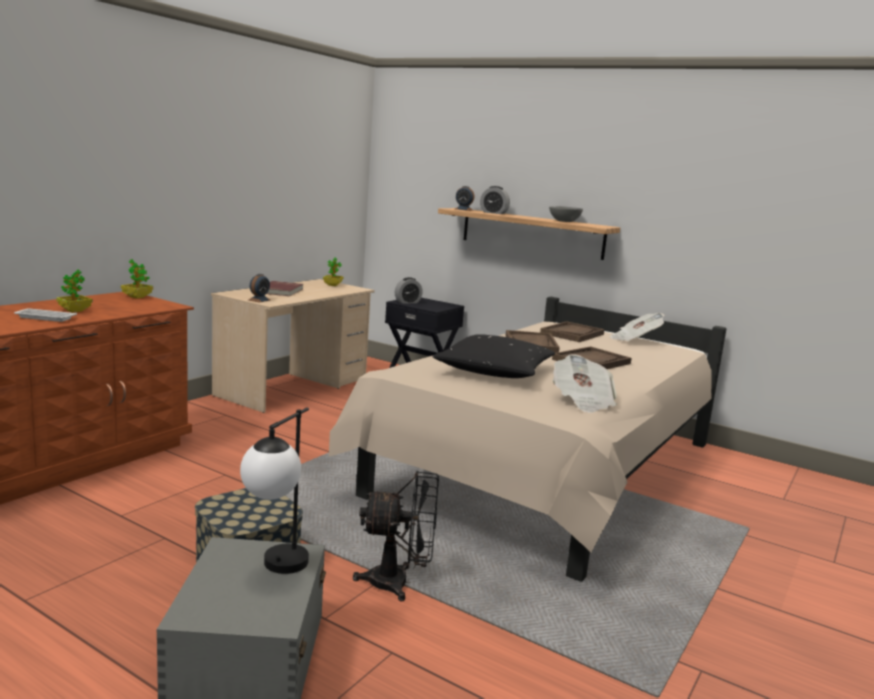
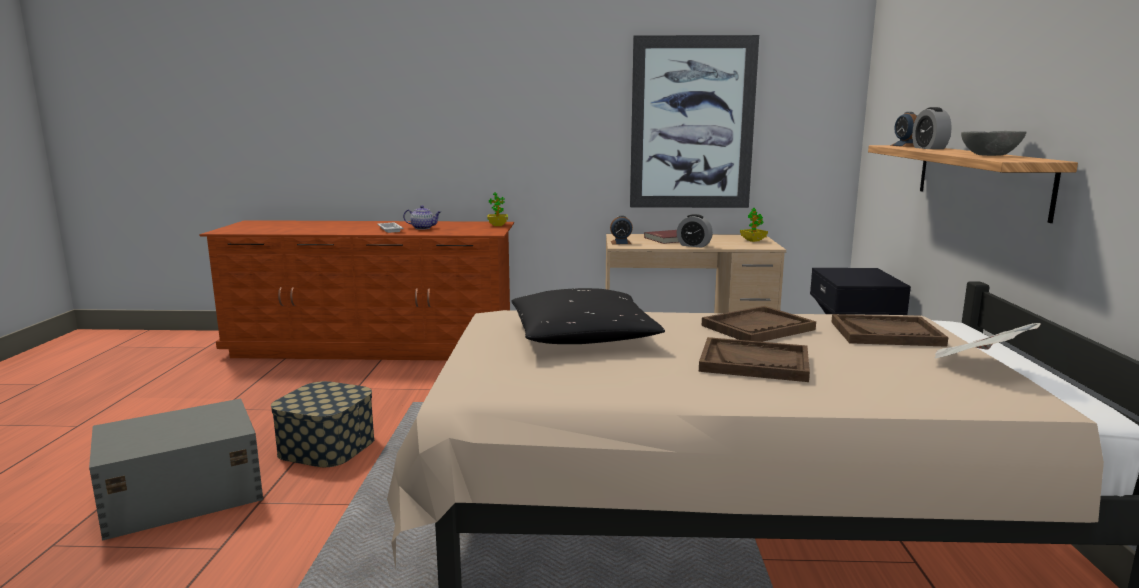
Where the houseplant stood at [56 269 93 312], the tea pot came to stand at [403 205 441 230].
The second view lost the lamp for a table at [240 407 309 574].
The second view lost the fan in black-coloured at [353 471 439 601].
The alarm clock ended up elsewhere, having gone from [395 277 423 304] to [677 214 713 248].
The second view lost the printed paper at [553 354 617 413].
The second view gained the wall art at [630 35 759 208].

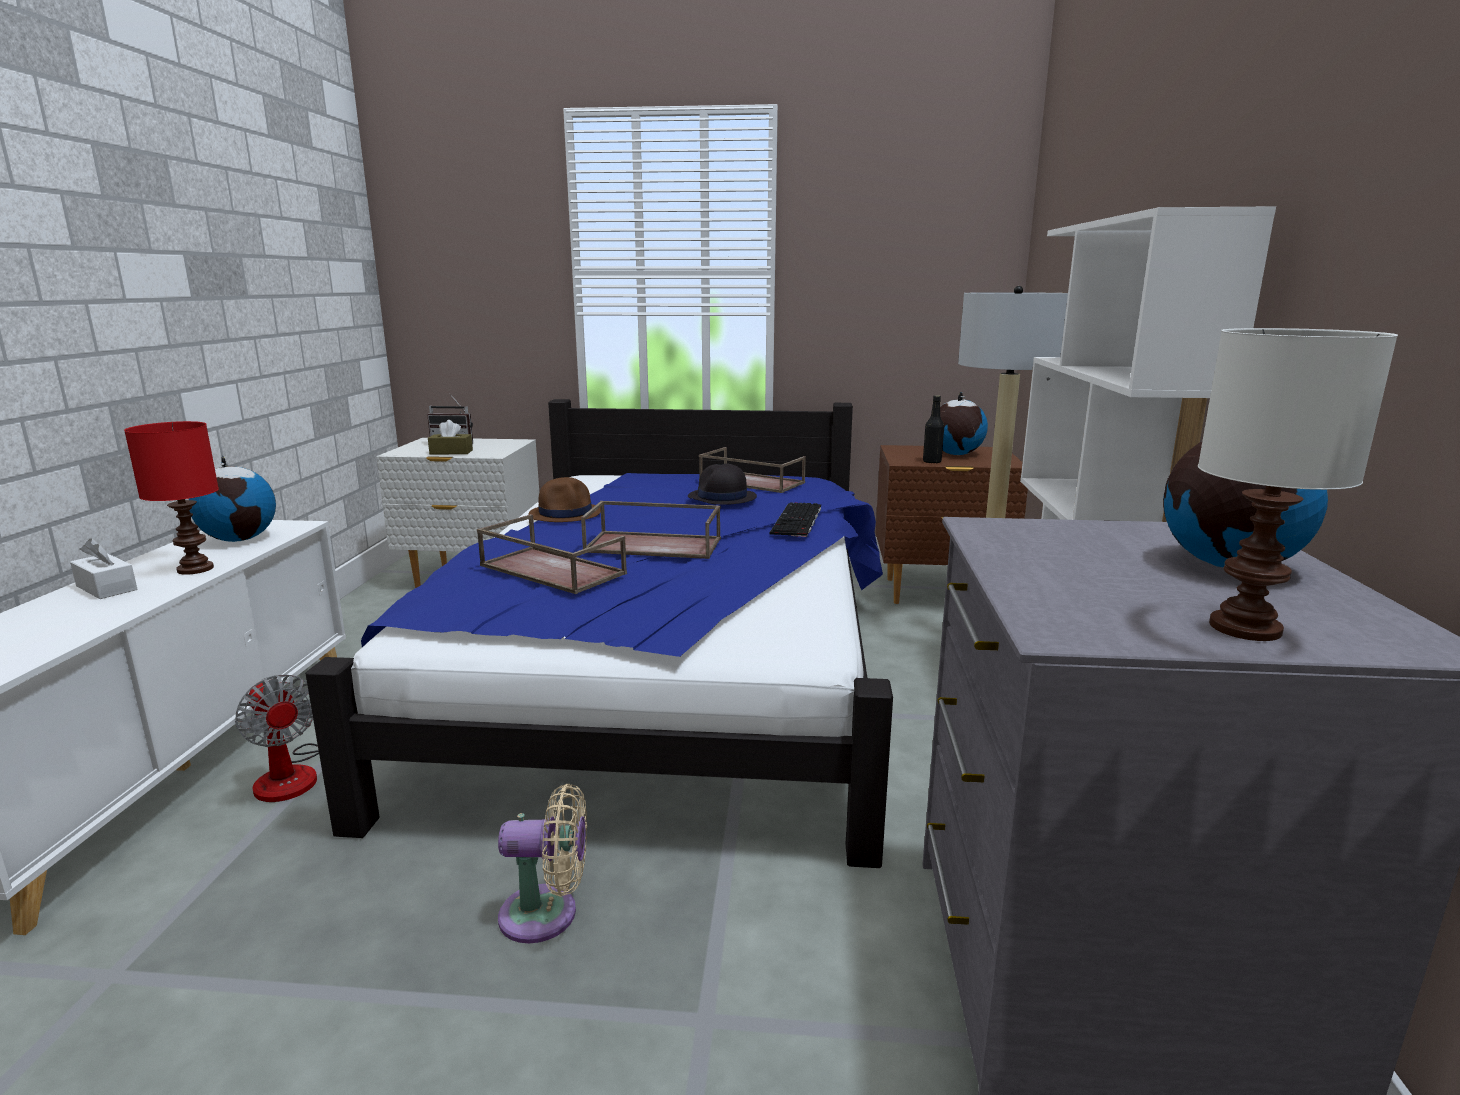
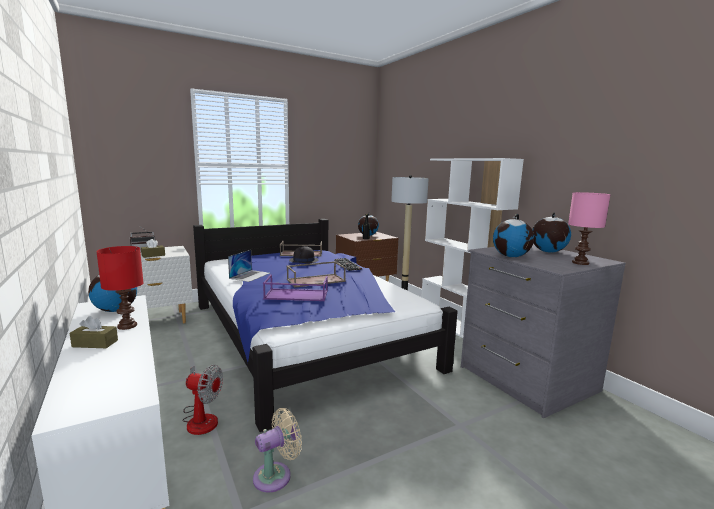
What was the tissue holder in whitish at [70 538 137 599] turned into the tissue holder in brown at [70 316 118 348].
What was the carrying tray in brown at [477 514 627 594] turned into the carrying tray in purplish at [263 274 328 301].
The fan in sand-coloured ended up elsewhere, having gone from [498 784 587 943] to [253 408 302 493].
Where the hat in brown stood at [528 477 601 522], the notebook computer came to stand at [228 250 270 282].
What was the lamp for a table in whitish at [1198 328 1398 641] turned into the lamp for a table in pinkish at [568 192 611 265].
The second view gained the desk globe at [493 214 534 257].

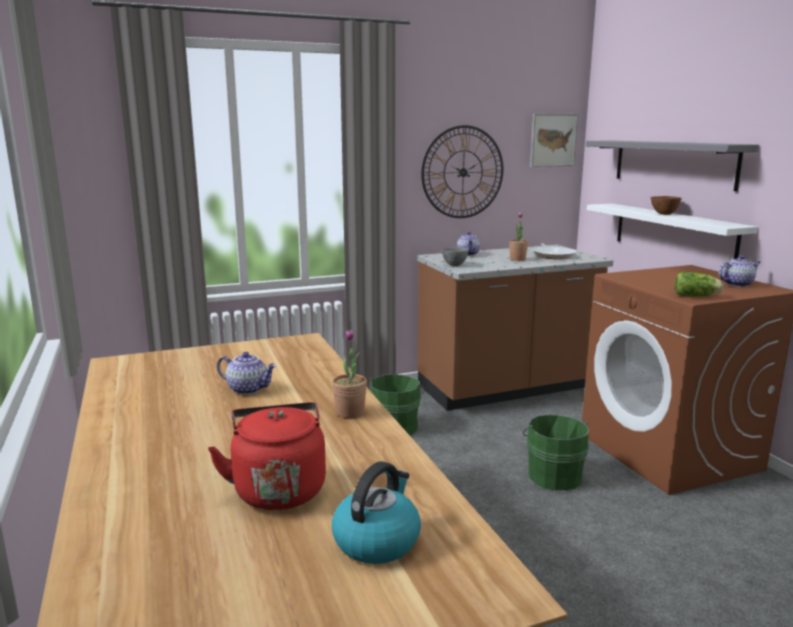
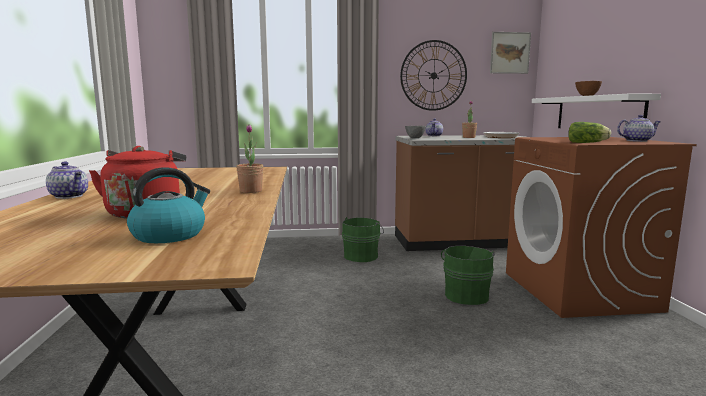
The tea pot ended up elsewhere, having gone from [217 352 277 395] to [46 161 88 199].
The second view lost the shelf in gray at [586 141 759 191].

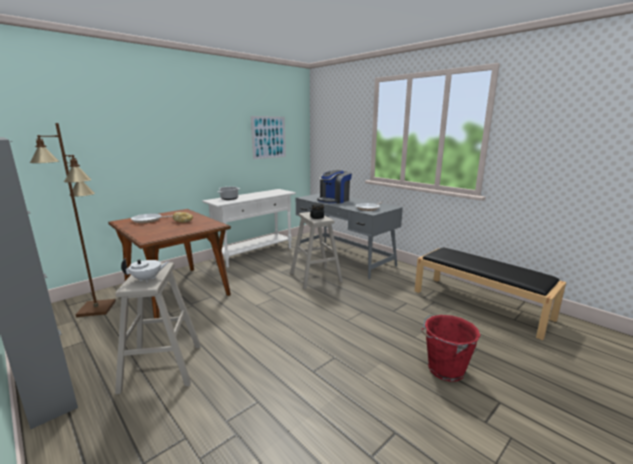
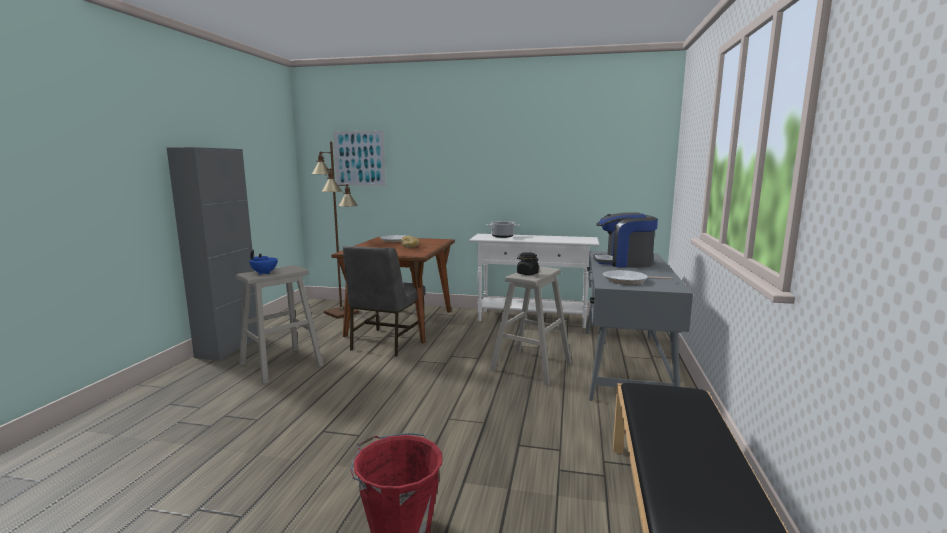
What was the tea pot in whitish at [121 258 170 282] turned into the tea pot in bluish at [249 250 278 275].
The wall art ended up elsewhere, having gone from [251 116 286 159] to [333 131 386 186].
The second view gained the chair in gray at [343 246 425 357].

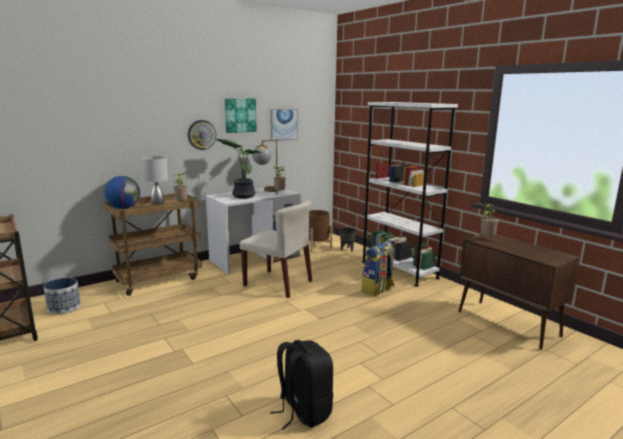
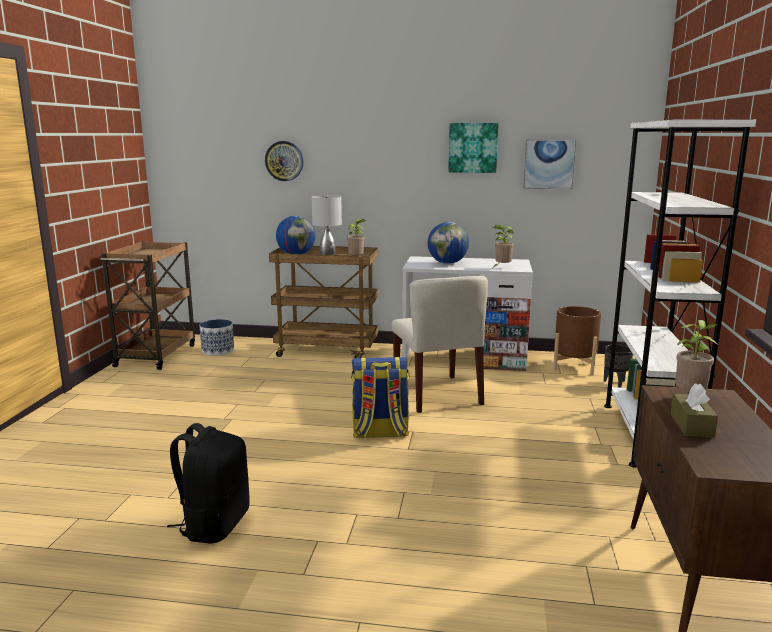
The wall clock ended up elsewhere, having gone from [188 120 216 150] to [265 141 304 181].
Where the houseplant stood at [216 139 261 198], the desk globe came to stand at [428 222 469 264].
The second view lost the lamp for a table at [252 139 281 192].
The knapsack ended up elsewhere, having gone from [362 241 395 296] to [351 357 410 438].
The second view gained the tissue holder in brown at [670 383 718 438].

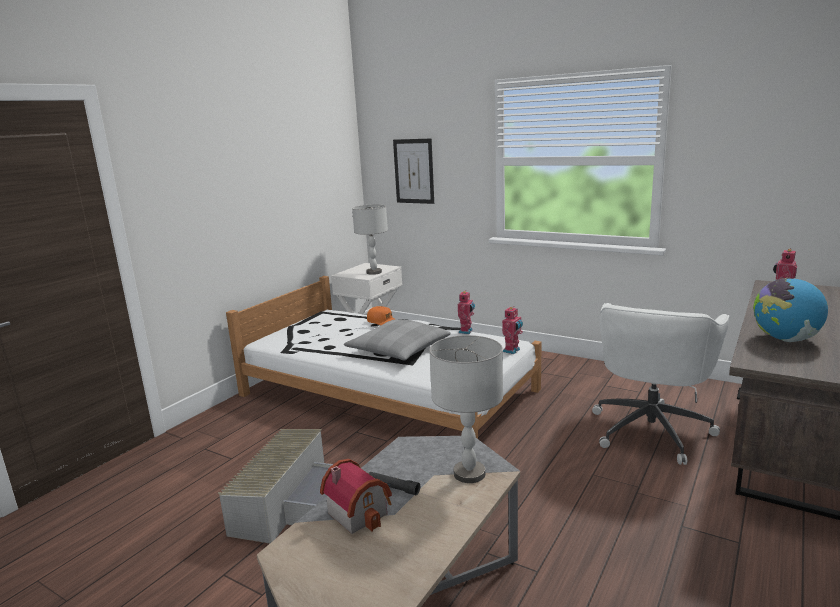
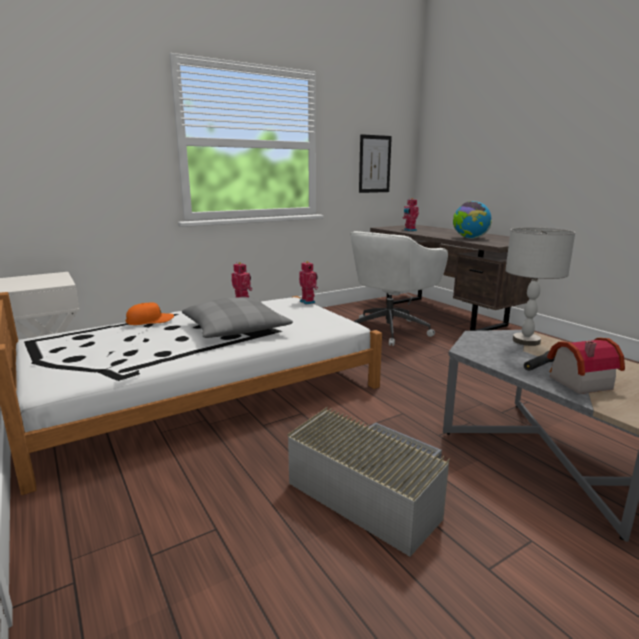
The second view lost the lamp for a table in gray at [352 204 388 275].
The wall art ended up elsewhere, having gone from [393 139 434 204] to [359 134 392 193].
The office chair in whitish at [592 303 730 465] ended up facing another way, 75 degrees clockwise from before.

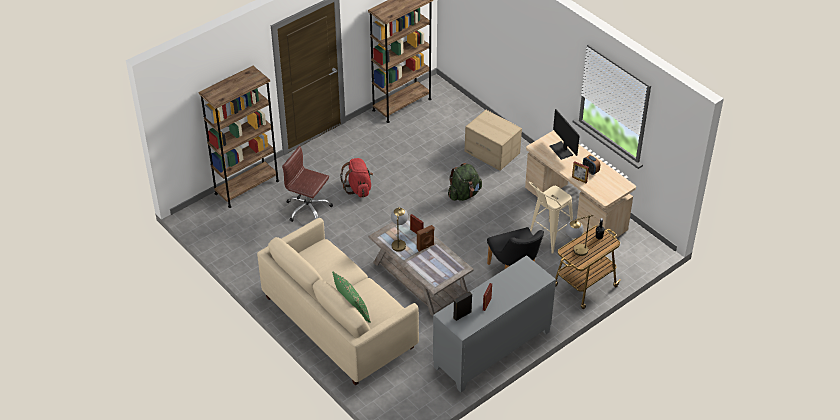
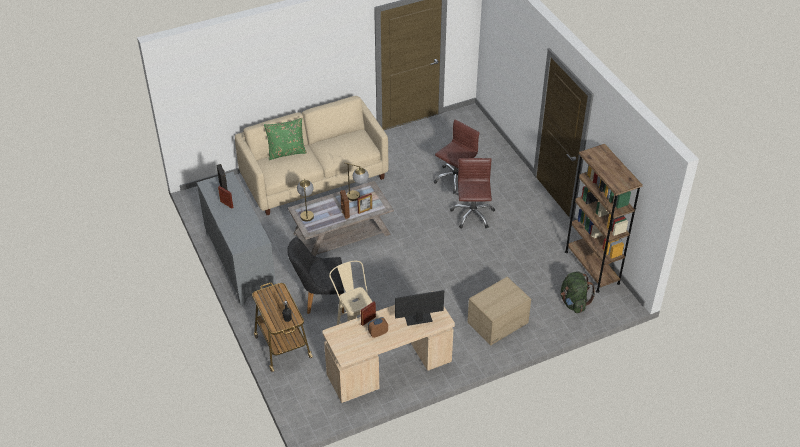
The second view lost the bookshelf in brown at [198 66 279 208].
Where the knapsack in reddish stood at [340 158 373 197], the office chair in brown came to stand at [450 158 495 229].
The knapsack in green ended up elsewhere, having gone from [448 163 482 201] to [560 272 595 313].
The lamp for a table ended up elsewhere, having gone from [565 215 594 256] to [297 179 314 222].

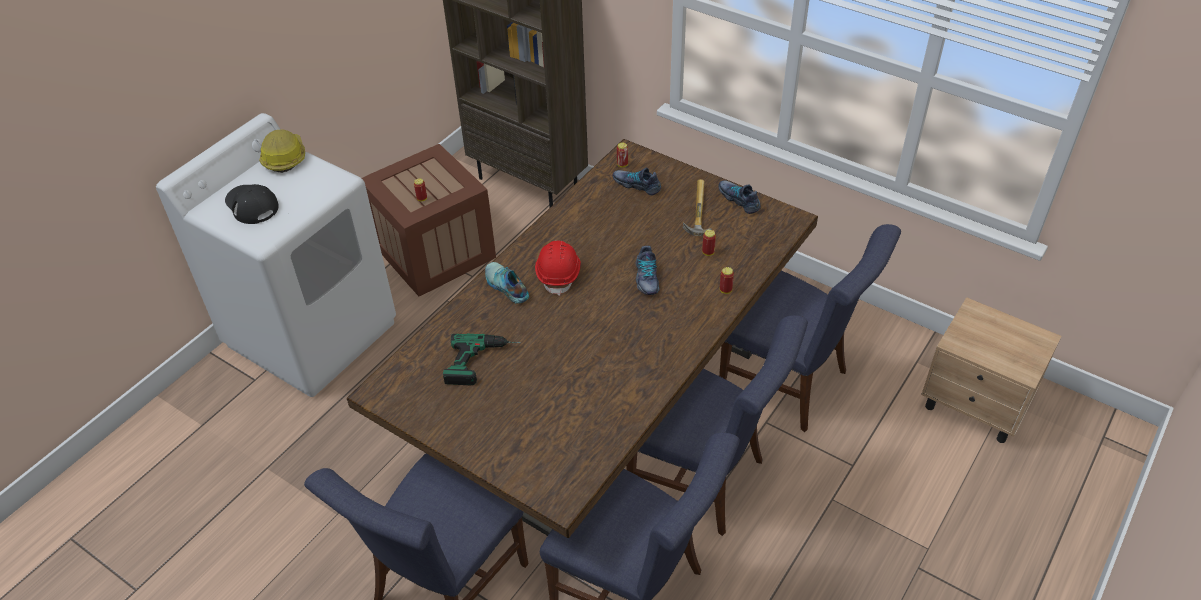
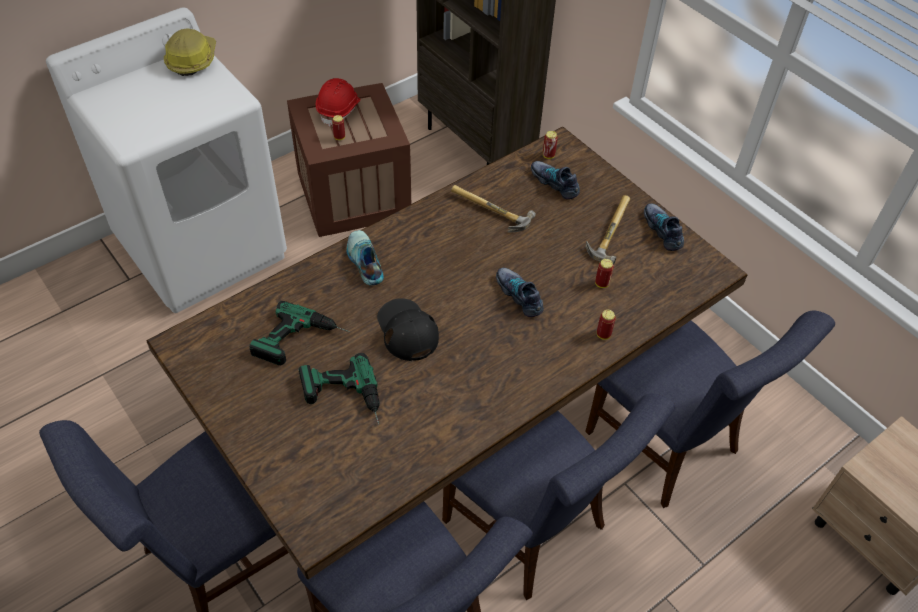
The peaked cap in black-coloured ended up elsewhere, having gone from [225 184 279 224] to [377 298 439 361].
The safety helmet in reddish ended up elsewhere, having gone from [535 241 581 296] to [316 78 361 127].
The item of footwear at [636 246 660 295] ended up facing another way, 135 degrees clockwise from before.
The second view gained the electric drill at [298 353 380 425].
The second view gained the hammer at [451 185 536 233].

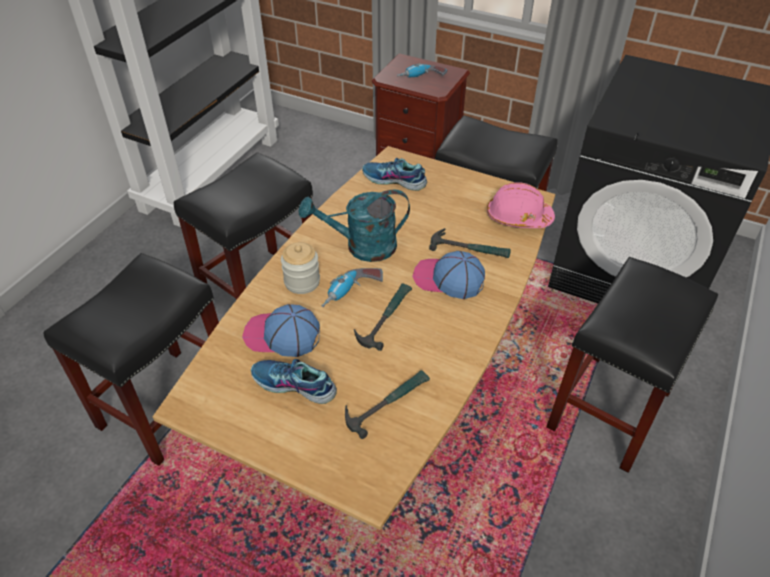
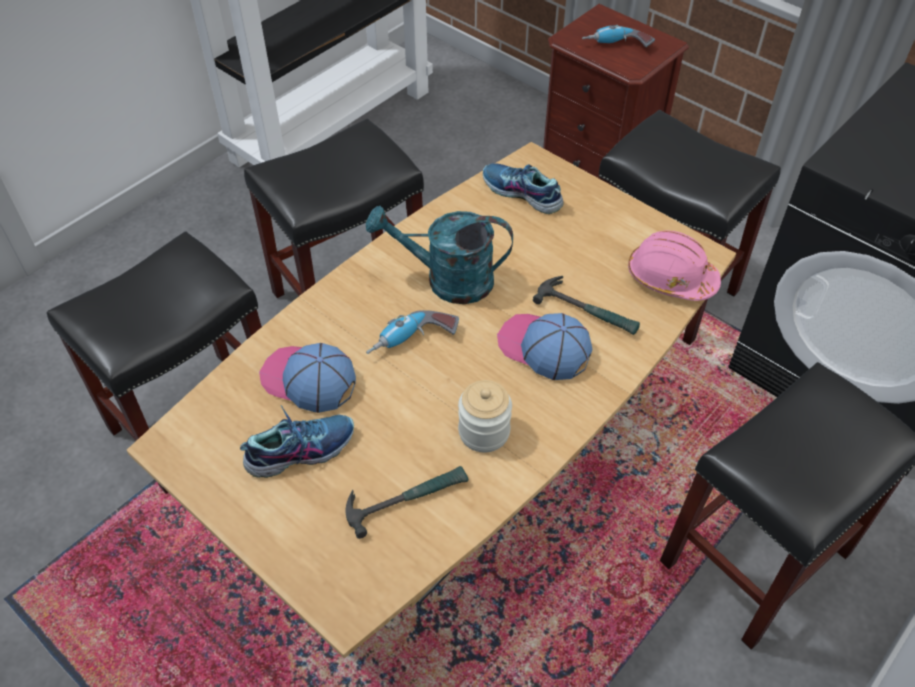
The item of footwear at [251 359 337 404] ended up facing another way, 120 degrees clockwise from before.
The jar ended up elsewhere, having gone from [281 242 320 294] to [458 380 512 452].
The second view lost the hammer at [354 284 412 351].

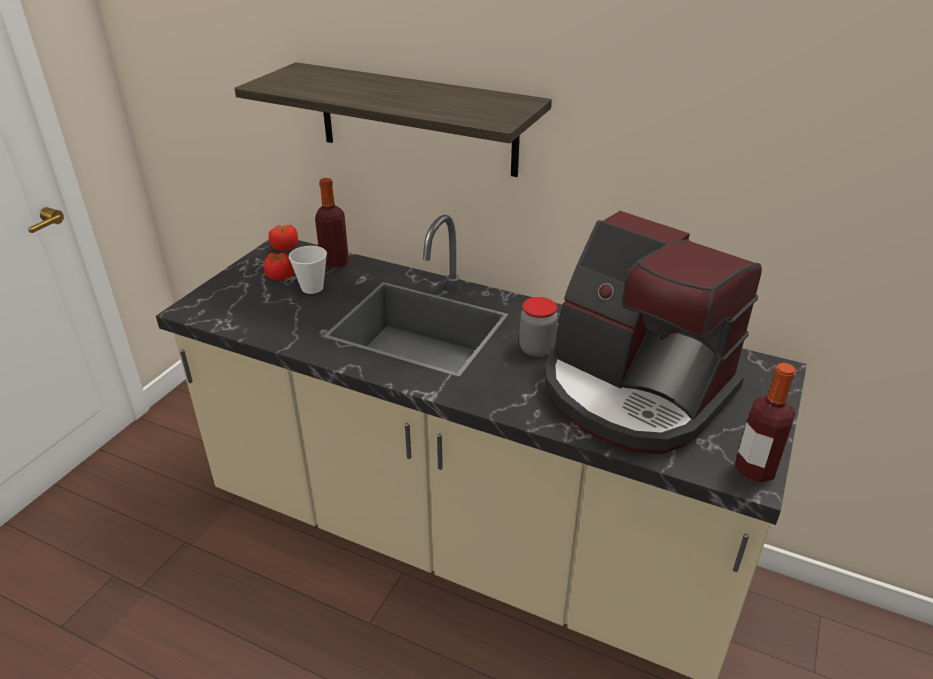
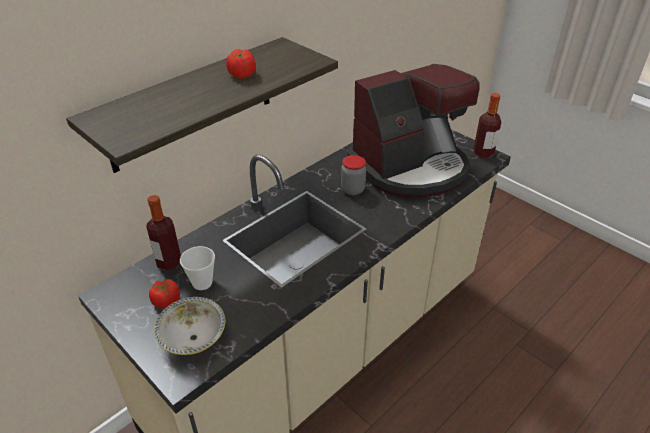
The tomato ended up elsewhere, having gone from [269 225 298 251] to [226 49 256 79].
The second view gained the deep dish at [154 297 225 355].

